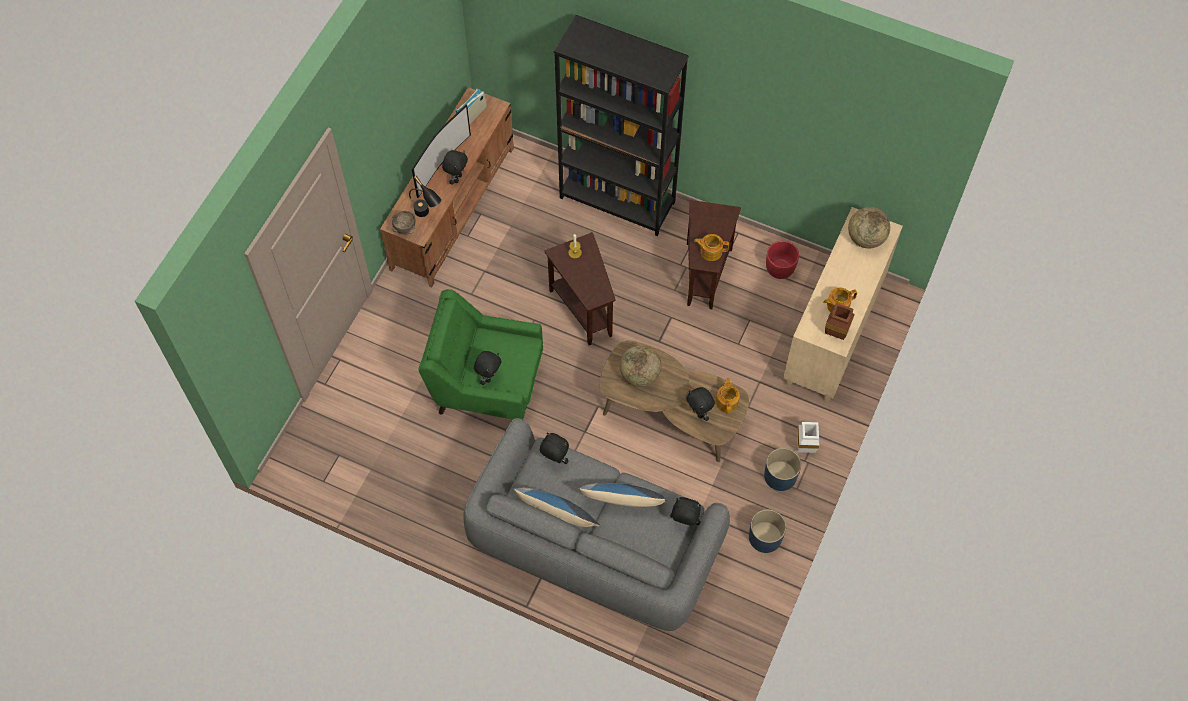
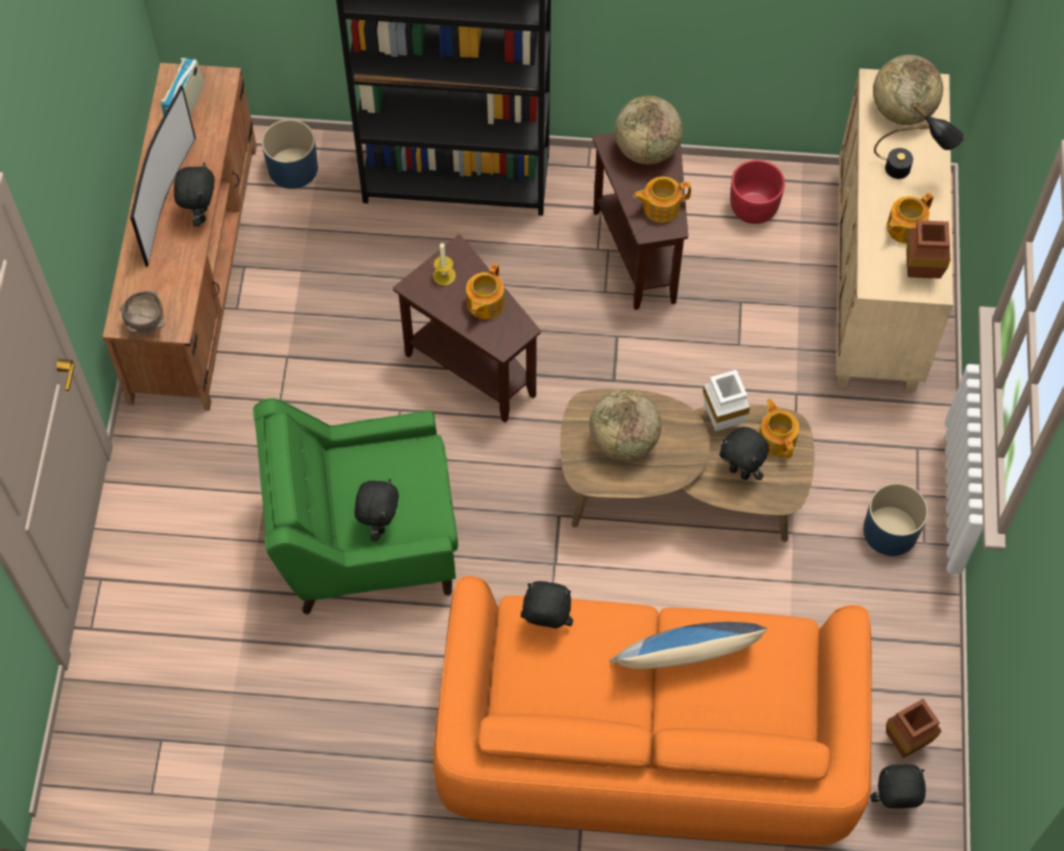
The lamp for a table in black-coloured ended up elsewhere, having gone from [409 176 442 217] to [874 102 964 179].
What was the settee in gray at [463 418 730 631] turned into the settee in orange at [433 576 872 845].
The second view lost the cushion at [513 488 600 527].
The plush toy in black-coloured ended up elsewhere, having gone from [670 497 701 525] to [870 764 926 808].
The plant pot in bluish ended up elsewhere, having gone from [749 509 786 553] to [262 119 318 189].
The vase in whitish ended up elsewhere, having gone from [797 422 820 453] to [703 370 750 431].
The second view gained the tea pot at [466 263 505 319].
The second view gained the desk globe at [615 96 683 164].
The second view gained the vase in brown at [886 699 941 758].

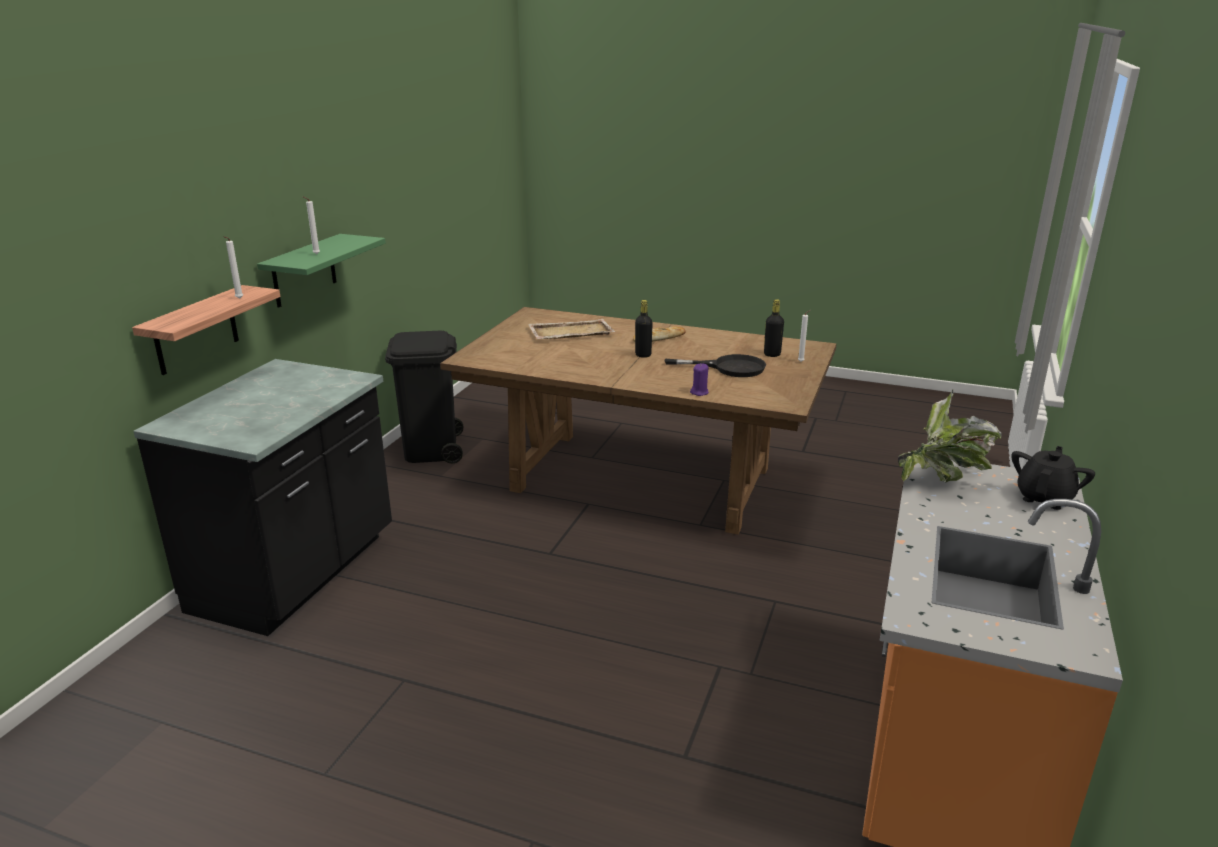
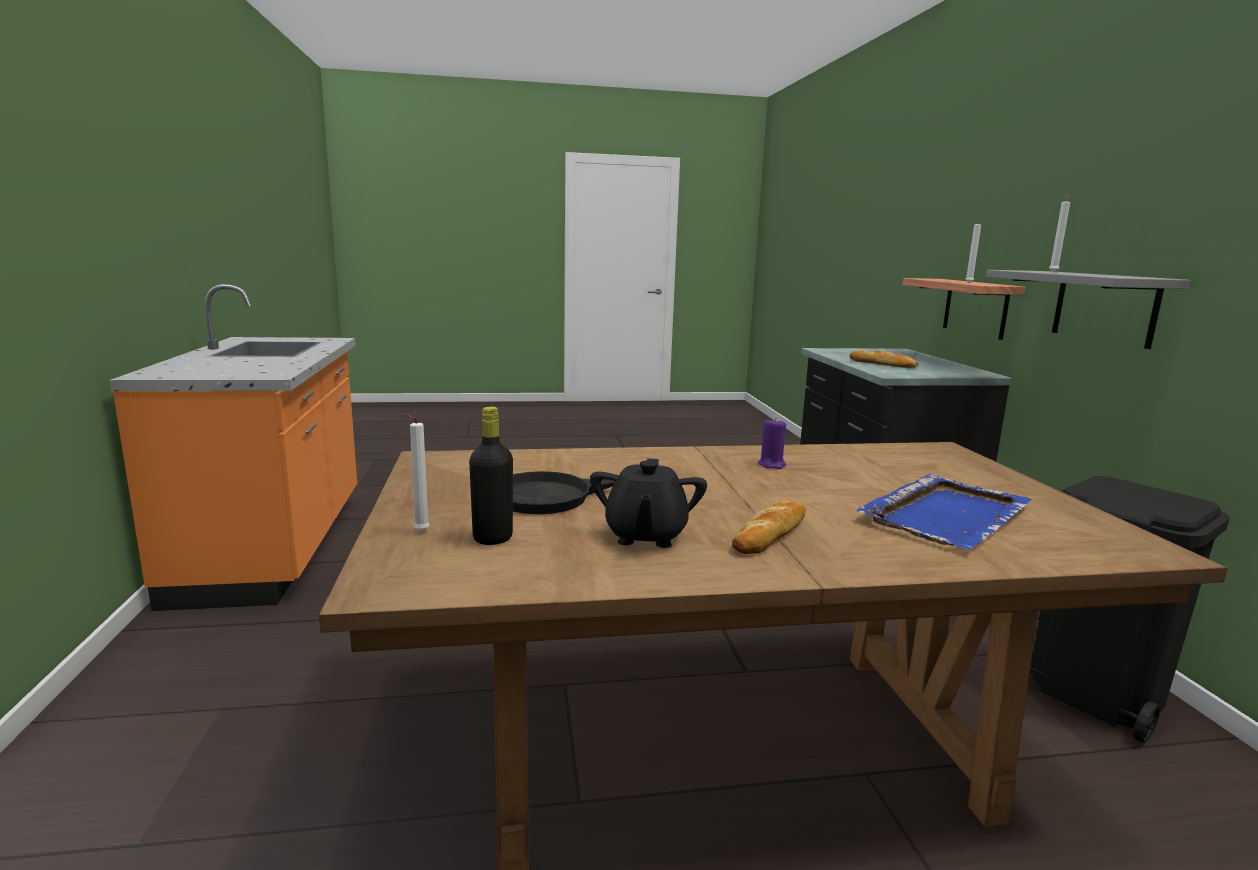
What was the shelf in green at [257 234 386 308] turned into the shelf in gray at [986 270 1190 349].
What was the carrying tray in sand-coloured at [528 319 615 339] turned into the carrying tray in bluish at [856 474 1032 550].
The second view lost the drink bottle in black-coloured at [635 300 653 358].
The candle in purplish ended up elsewhere, having gone from [690 363 709 396] to [758 417 786 469].
The second view lost the houseplant at [898 390 1002 483].
The tea pot in black-coloured ended up elsewhere, having gone from [1011 446 1095 510] to [590 458 707 548].
The second view gained the baked bread at [849 350 919 368].

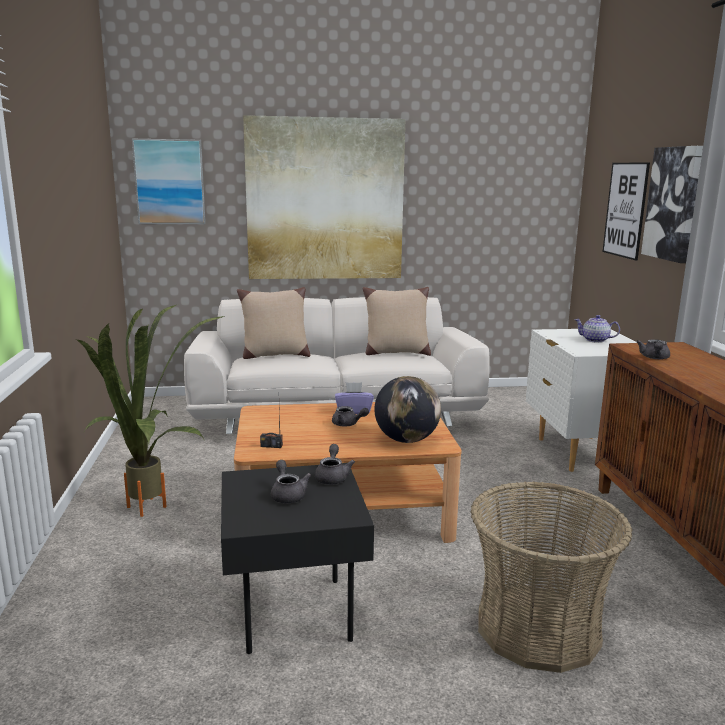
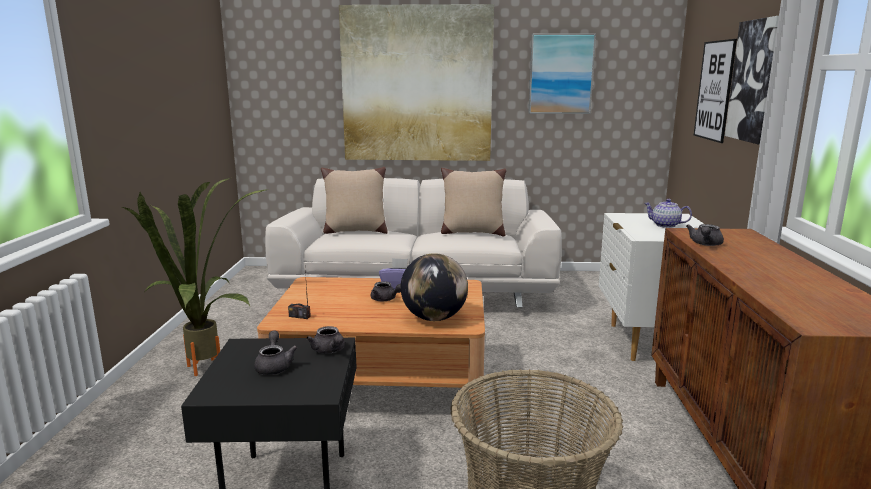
The wall art ended up elsewhere, having gone from [132 139 206 224] to [529 33 596 114].
The tea pot in gray at [315 444 355 485] ended up facing another way, 135 degrees clockwise from before.

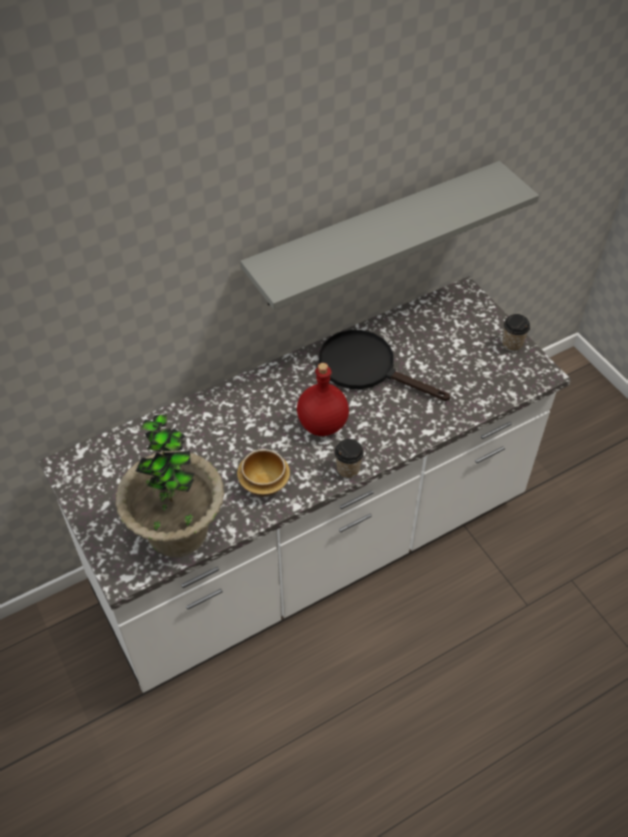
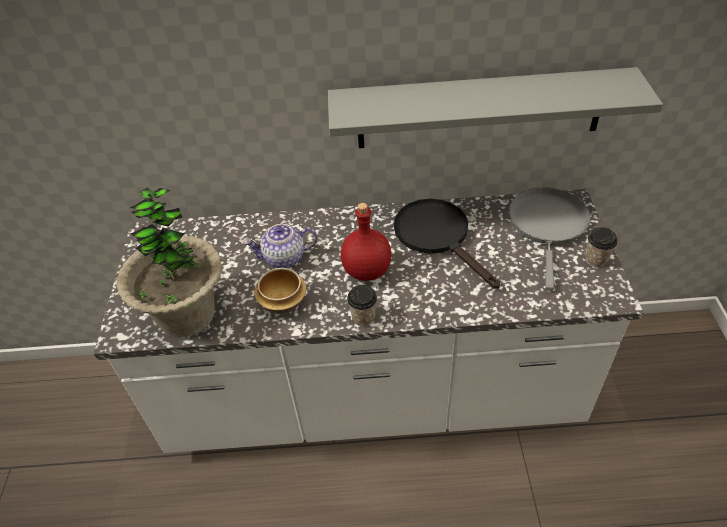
The second view gained the tea pot at [243 224 318 268].
The second view gained the frying pan in gray at [509 187 590 290].

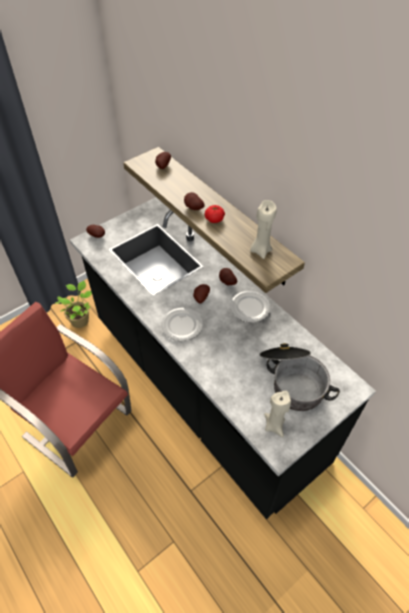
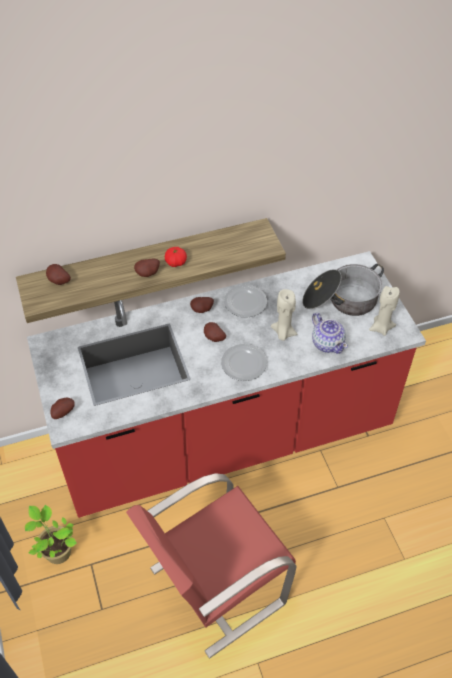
What was the counter in black-coloured at [70 197 376 519] turned into the counter in reddish at [27 251 426 518].
The candle in sand-coloured ended up elsewhere, having gone from [250 200 277 259] to [271 289 298 341].
The second view gained the tea pot at [312 313 348 354].

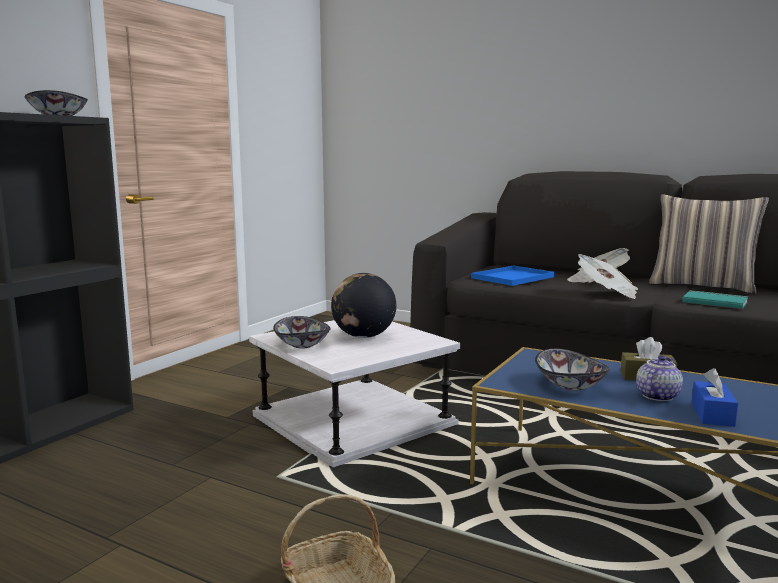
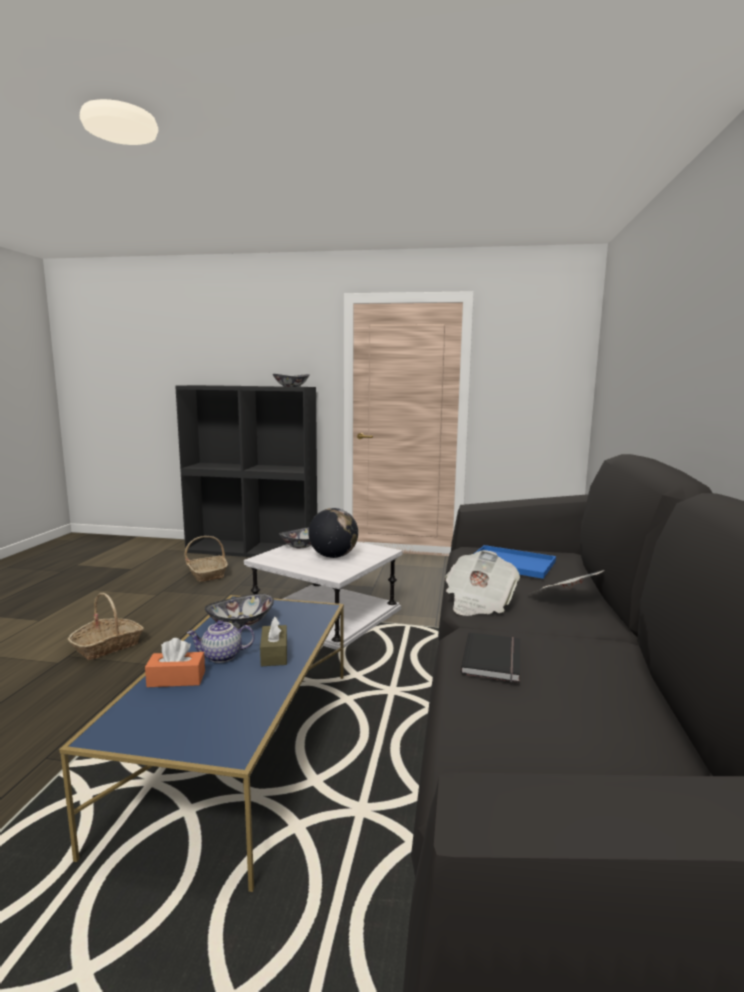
The tea pot at [636 355 683 401] ended up facing another way, 150 degrees clockwise from before.
The second view lost the cushion at [649 194 769 294].
What was the volume in blue-green at [682 290 748 309] turned into the volume in black-coloured at [461 632 520 682].
What was the tissue holder in bluish at [692 368 738 427] turned into the tissue holder in orange at [145 638 205 687].
The second view gained the storage basket at [184 536 228 582].

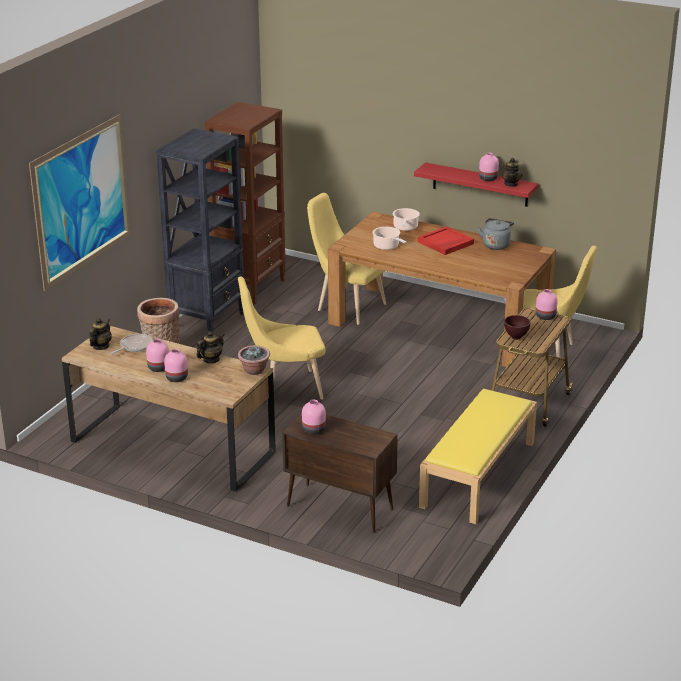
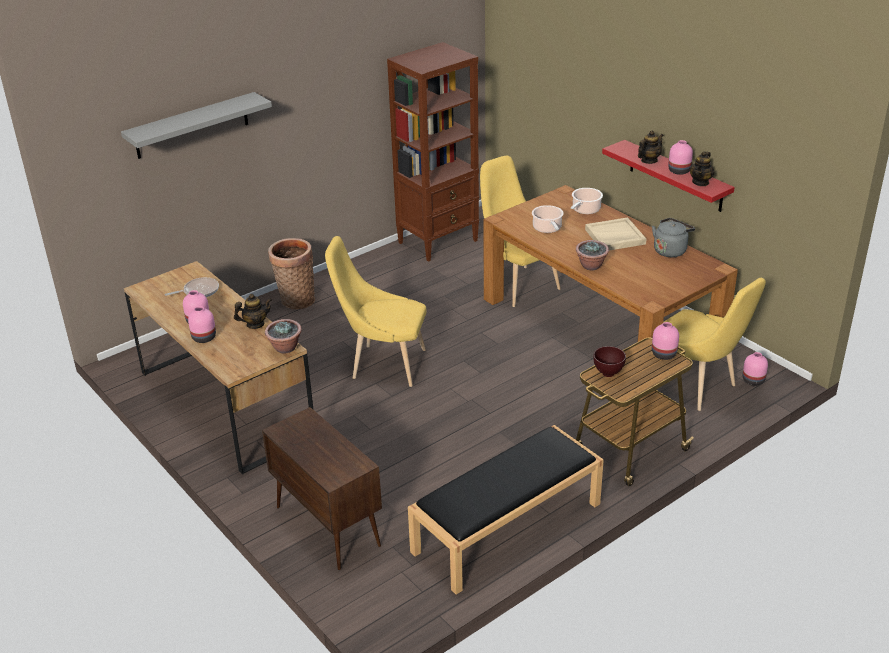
Where the wall art hung at [29 114 130 291], the shelf in gray came to hang at [121 92 272 159].
The tea pot ended up elsewhere, having gone from [89 318 112 350] to [638 130 664 164].
The second view lost the bookshelf in black-coloured at [156 128 244 333].
The vase in pinkish ended up elsewhere, having gone from [302 400 326 435] to [743 352 768 386].
What was the carrying tray in reddish at [418 226 474 255] turned into the carrying tray in sand-coloured at [585 217 646 251].
What was the indoor bench in yellow at [419 388 537 524] turned into the indoor bench in black-coloured at [408 425 604 595].
The second view gained the houseplant at [576 240 609 271].

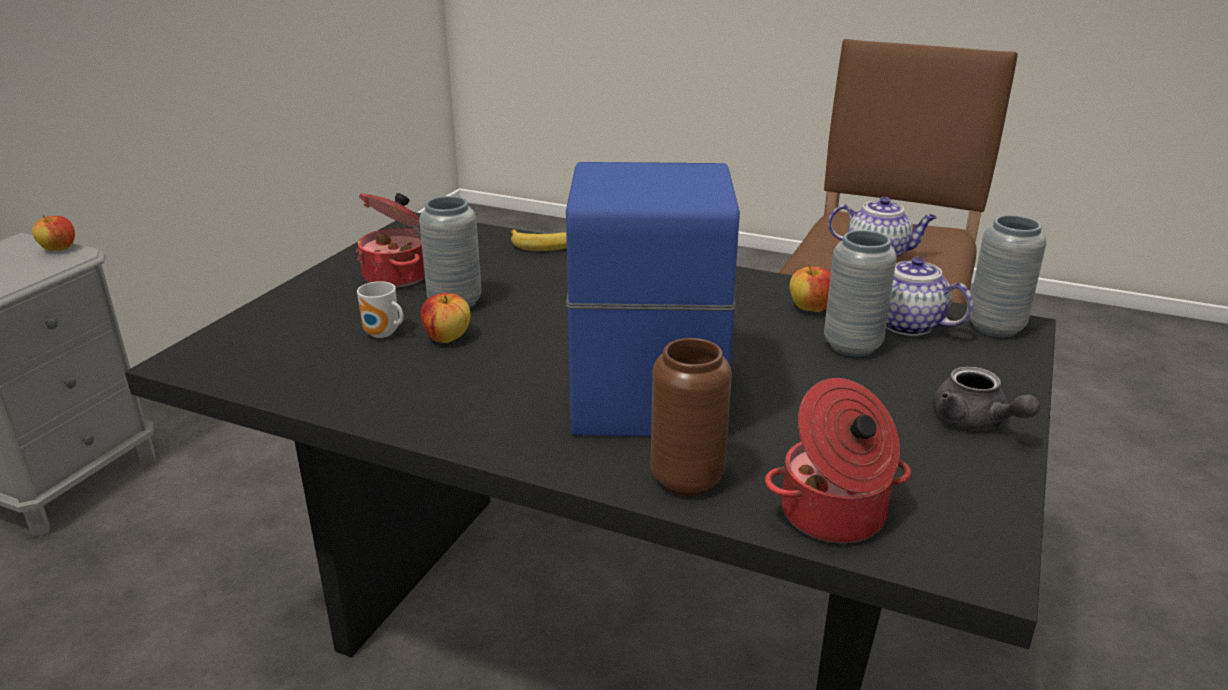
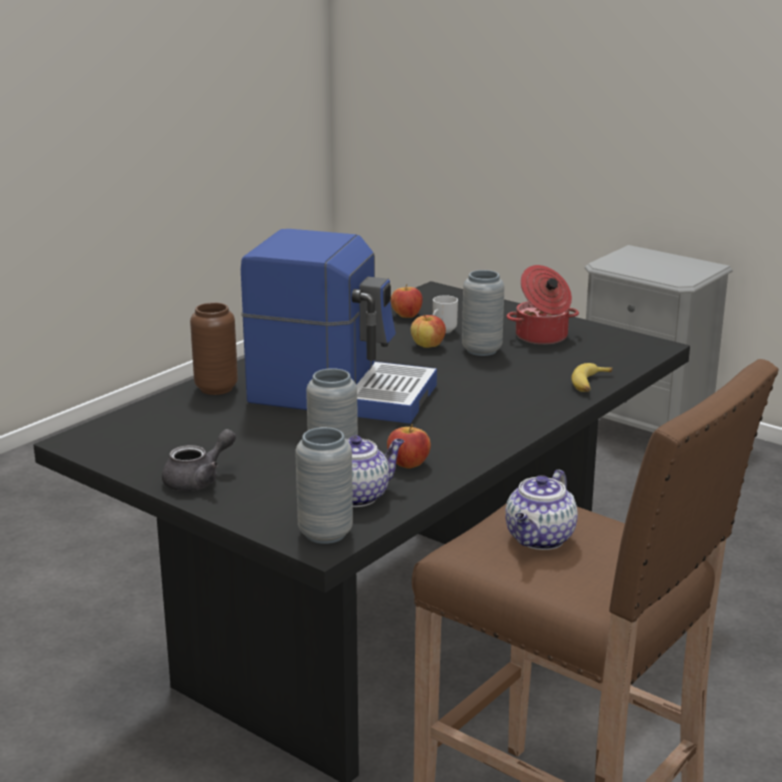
The whole apple ended up elsewhere, having gone from [32 215 75 251] to [391 284 423 318].
The second view lost the stockpot at [765 378 911 543].
The tea pot in gray at [933 367 1040 430] ended up facing another way, 150 degrees clockwise from before.

